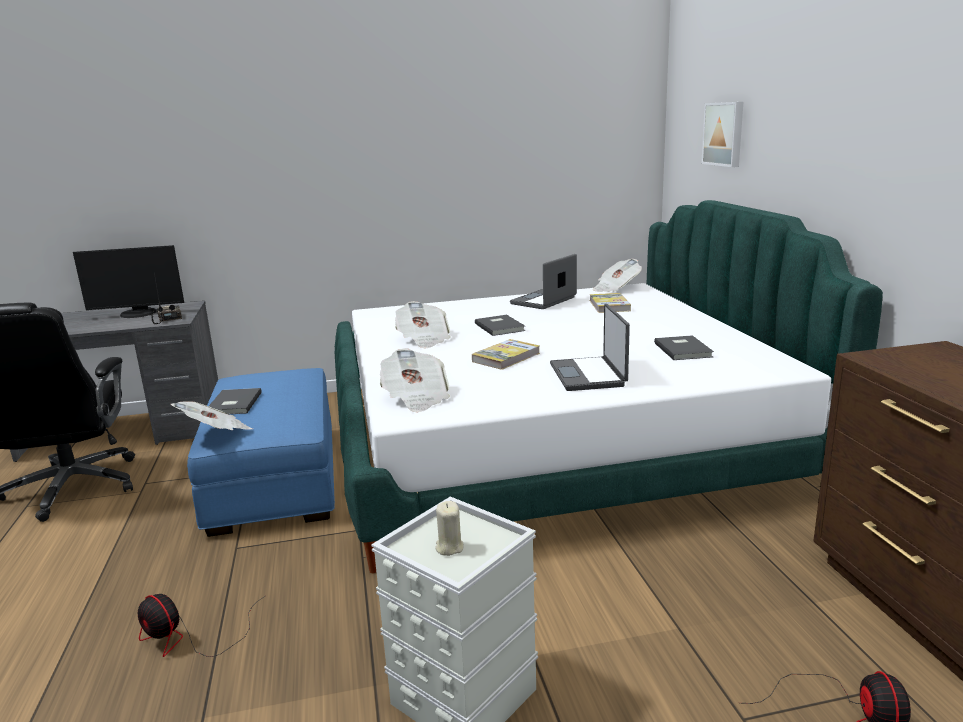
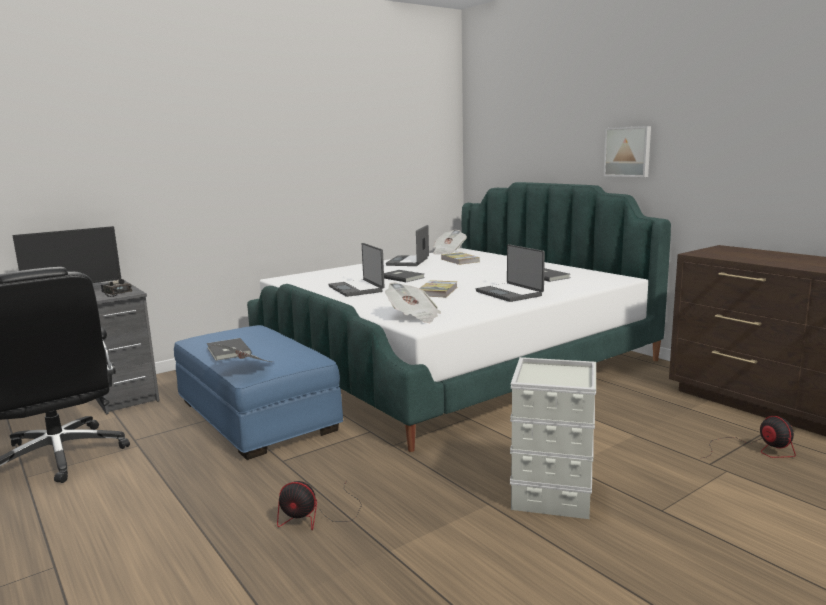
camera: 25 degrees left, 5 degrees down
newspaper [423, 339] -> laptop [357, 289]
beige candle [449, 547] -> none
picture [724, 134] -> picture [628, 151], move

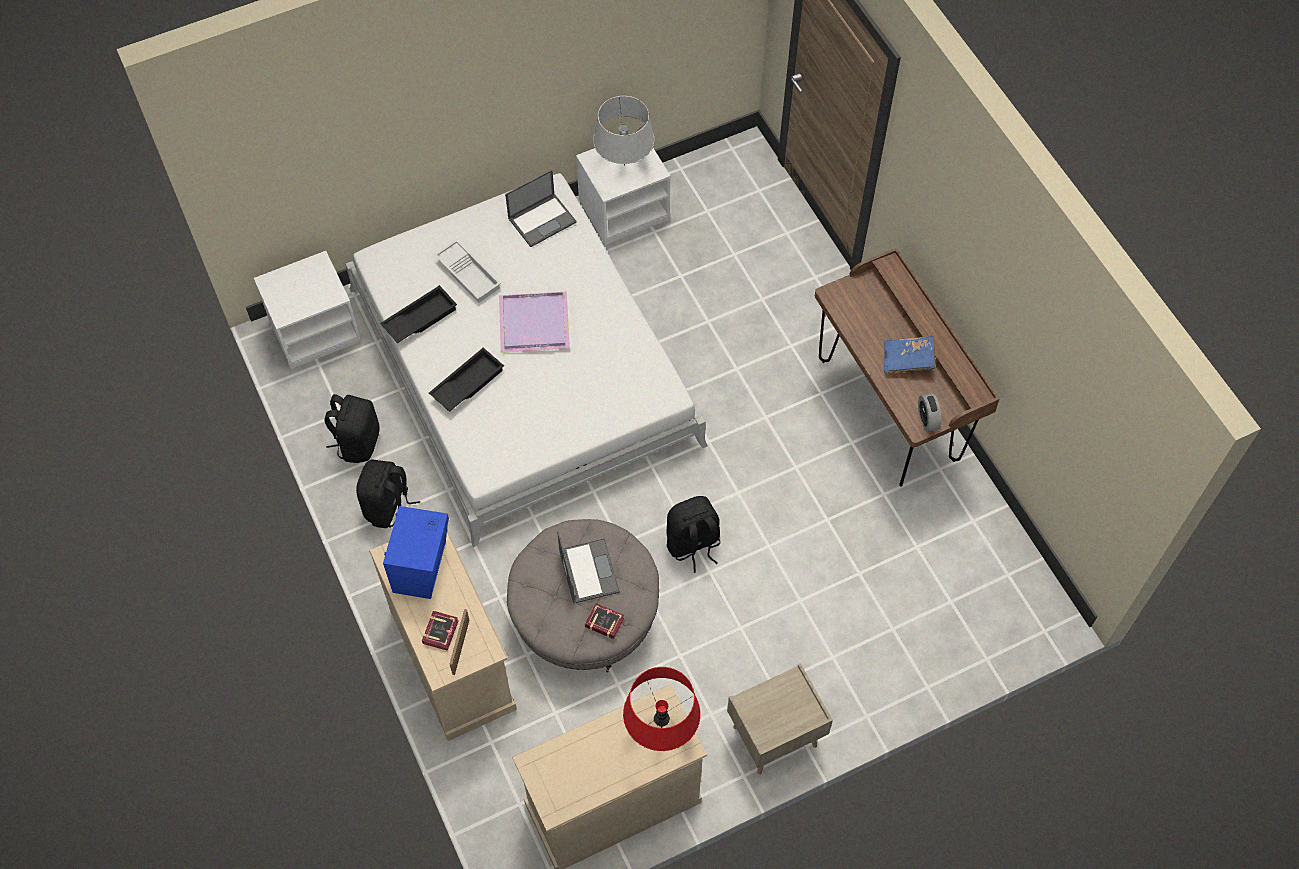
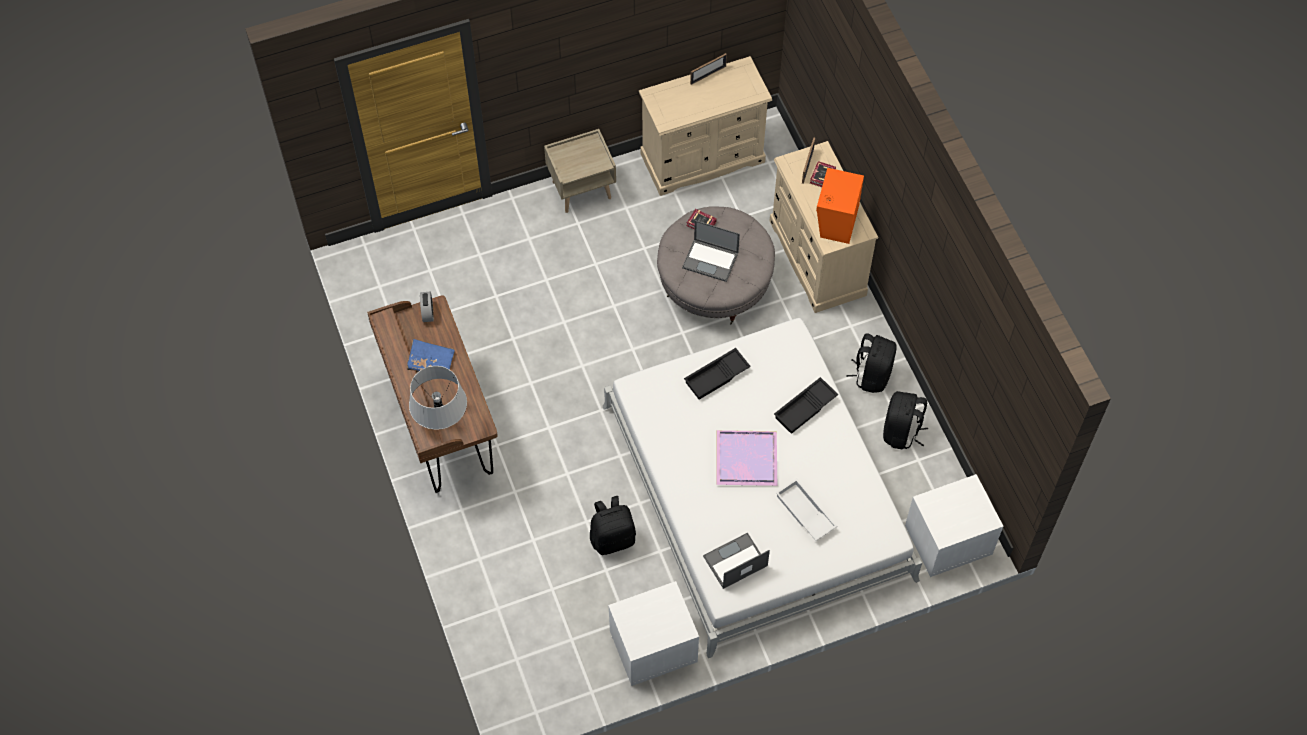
camera: 175 degrees left, 0 degrees up
black tray [419, 318] -> black tray [717, 377], move
blue speaker [423, 567] -> orange speaker [836, 221]
laptop [588, 570] -> laptop [711, 260], 60 degrees counterclockwise
grey table lamp [624, 165] -> grey table lamp [441, 421], move
red table lamp [661, 730] -> none
black backpack [693, 545] -> black backpack [613, 538], move
none -> picture frame [708, 75]

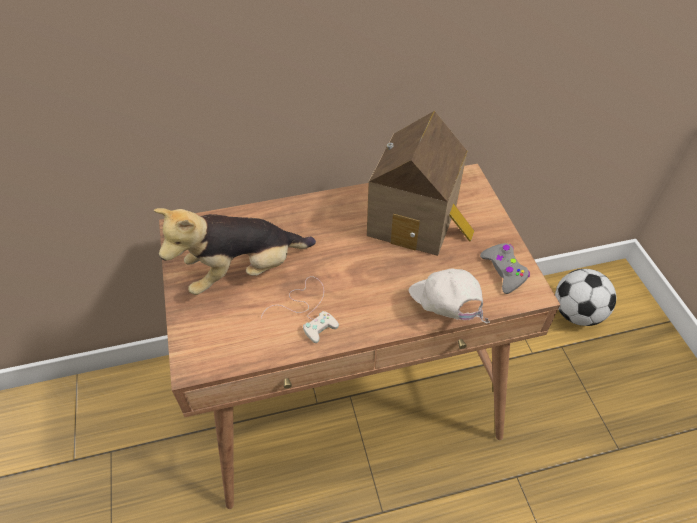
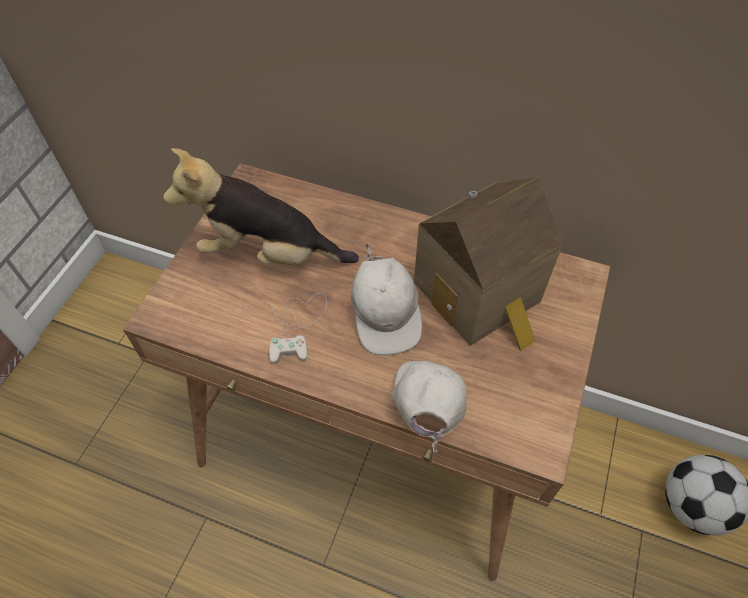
camera: 35 degrees right, 5 degrees up
grey game controller [504, 271] -> none
none -> white cap [385, 316]

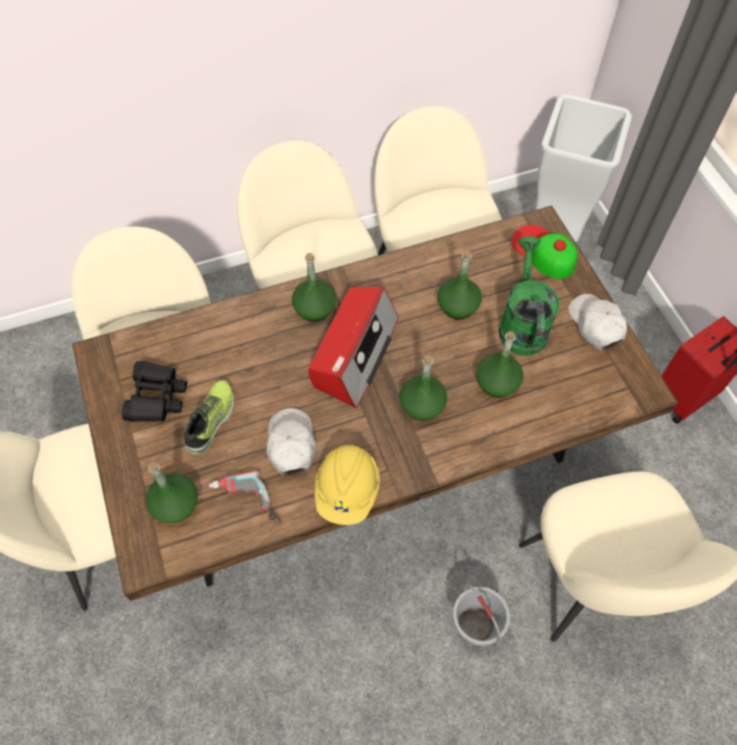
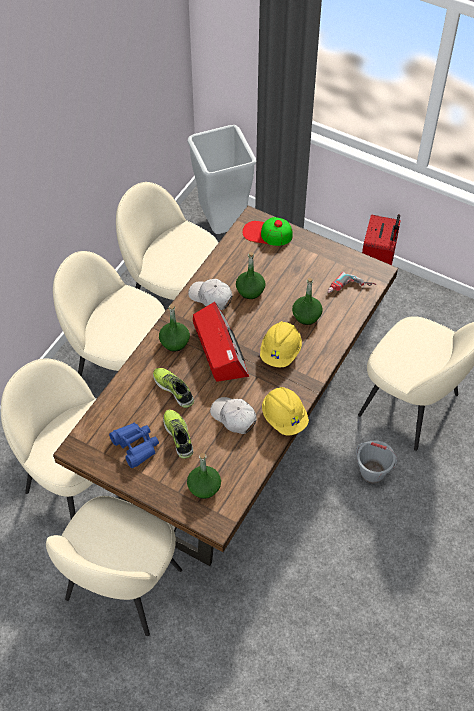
camera: 40 degrees left, 5 degrees down
black binoculars [156, 397] -> blue binoculars [136, 446]
power drill [244, 504] -> power drill [350, 289], move
green bottle [422, 405] -> yellow hard hat [280, 352]
green watering can [522, 323] -> none
white cap [595, 325] -> white cap [211, 297], move
none -> shoe [174, 389]

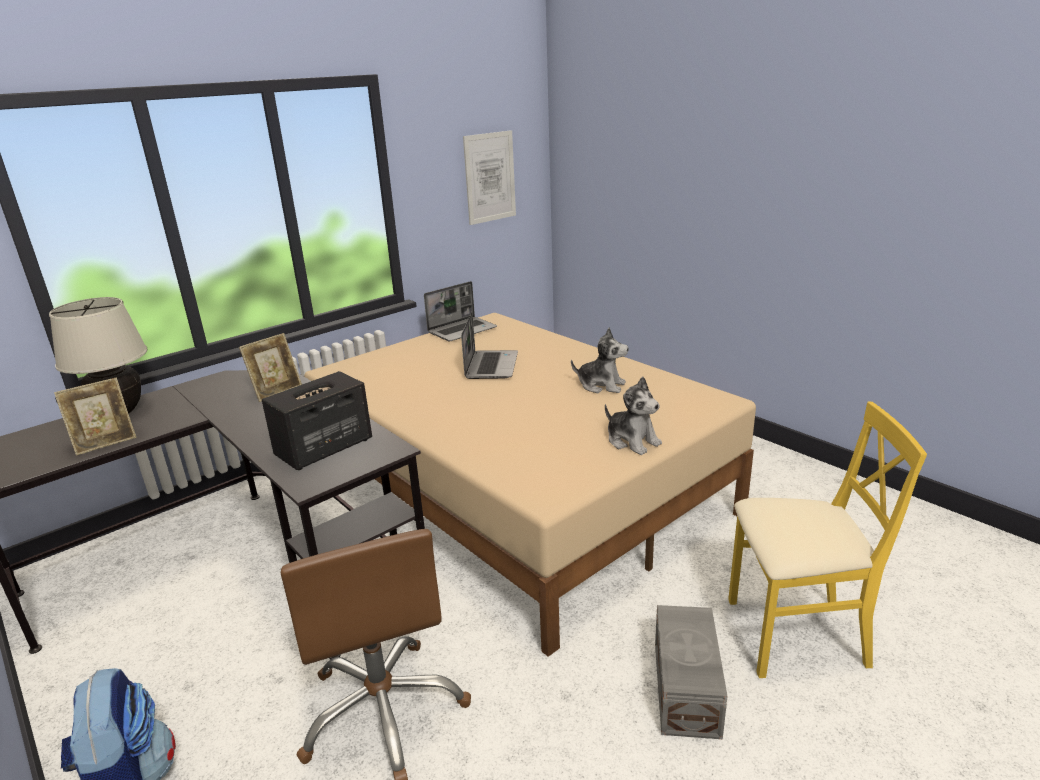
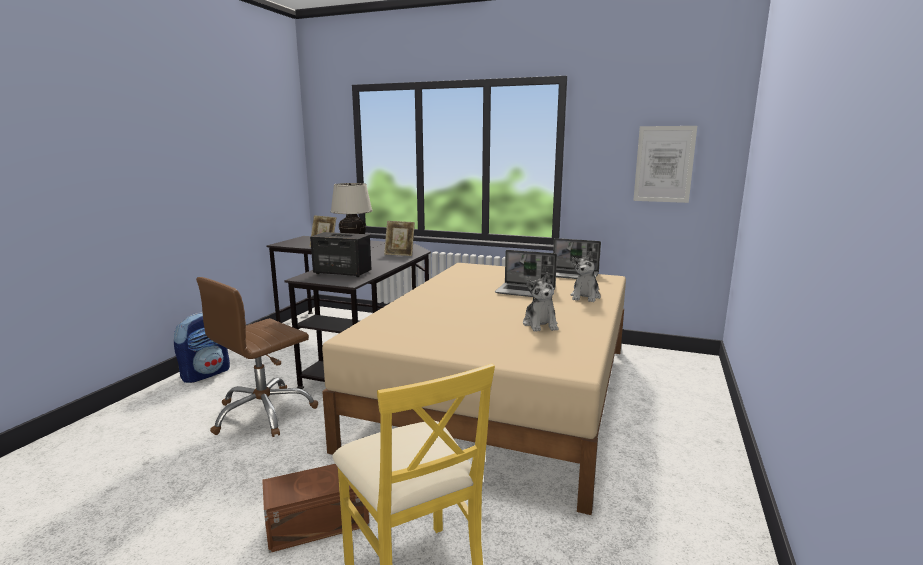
camera: 60 degrees right, 10 degrees down
laptop [491, 365] -> laptop [526, 292], 45 degrees clockwise
plush toy [632, 441] -> plush toy [585, 297], move
grey storage box [684, 689] -> brown storage box [316, 522]

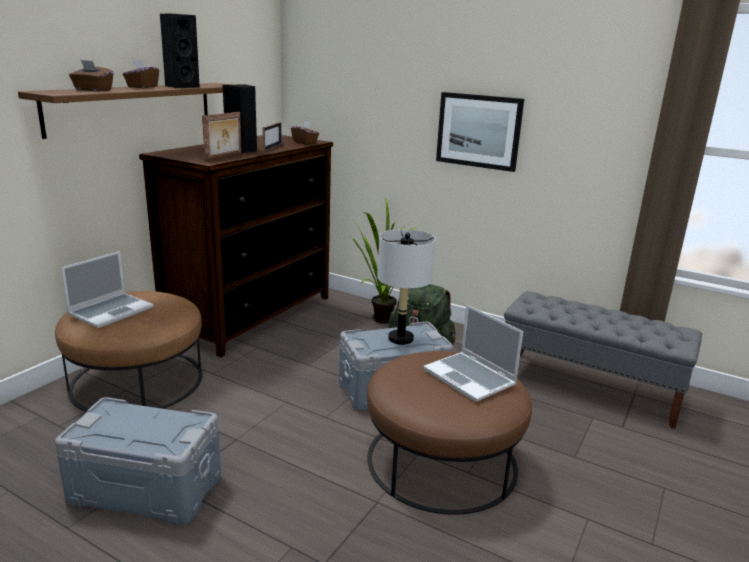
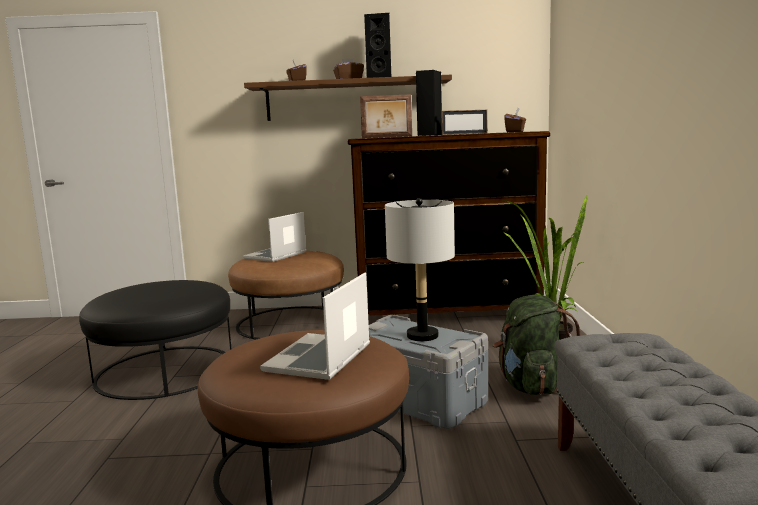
camera: 60 degrees right, 10 degrees down
grey storage box [147, 487] -> black ottoman [165, 370]
laptop [111, 311] -> laptop [275, 256], 120 degrees clockwise
picture [478, 131] -> none

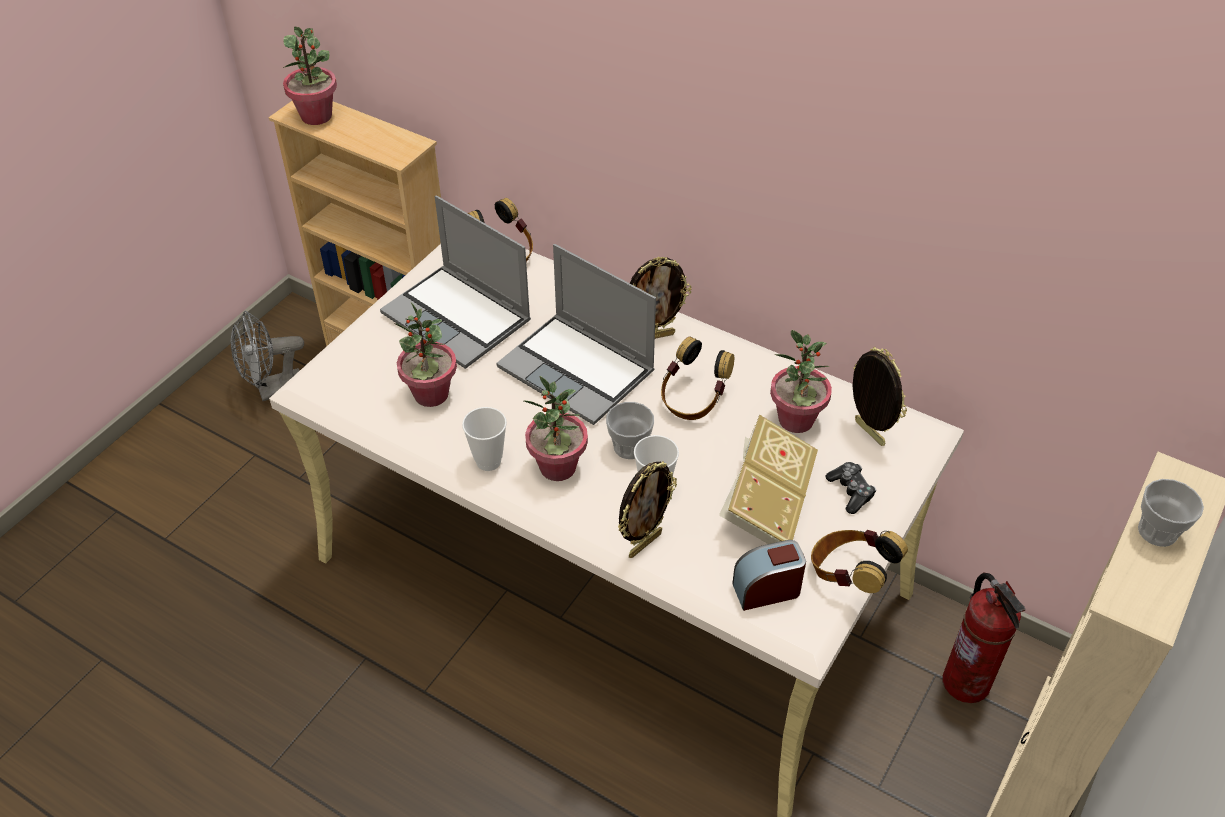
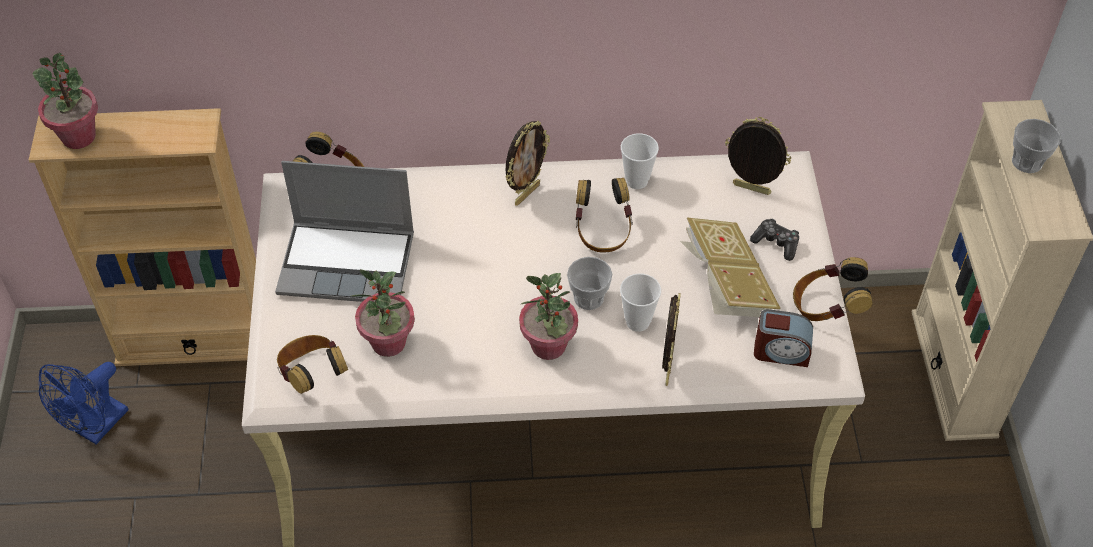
camera: 35 degrees left, 5 degrees up
grey fan [273, 390] -> blue fan [97, 428]
cup [488, 461] -> cup [637, 181], move
laptop [579, 370] -> none
alarm clock [767, 589] -> alarm clock [781, 351], 120 degrees counterclockwise
potted plant [796, 420] -> none
fire extinguisher [967, 682] -> none
none -> headphones [312, 375]

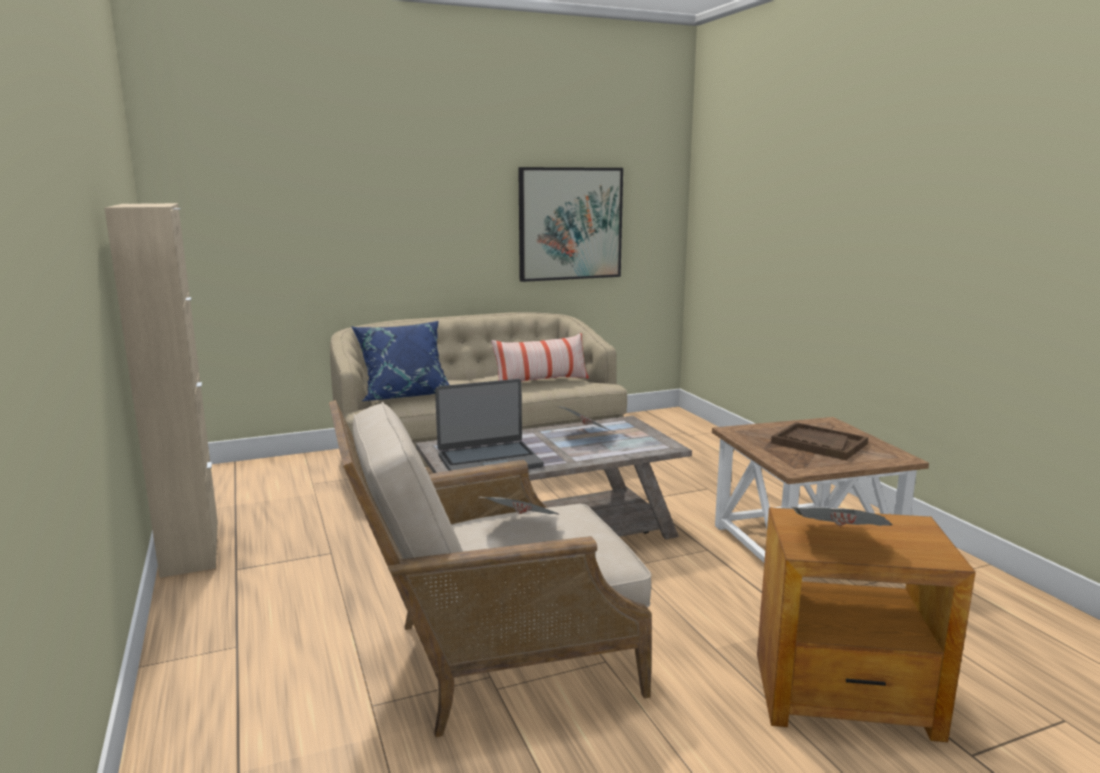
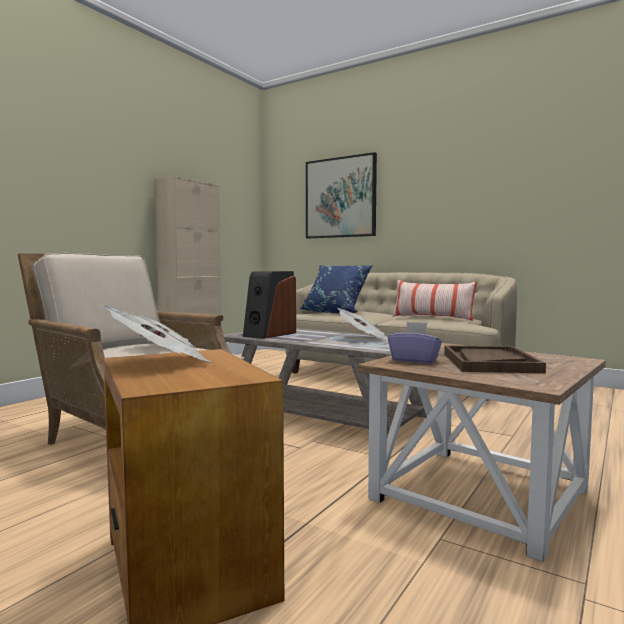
camera: 55 degrees right, 10 degrees down
laptop [489, 461] -> speaker [269, 334]
picture [570, 224] -> picture [340, 197], move
none -> purple tissue box [414, 360]

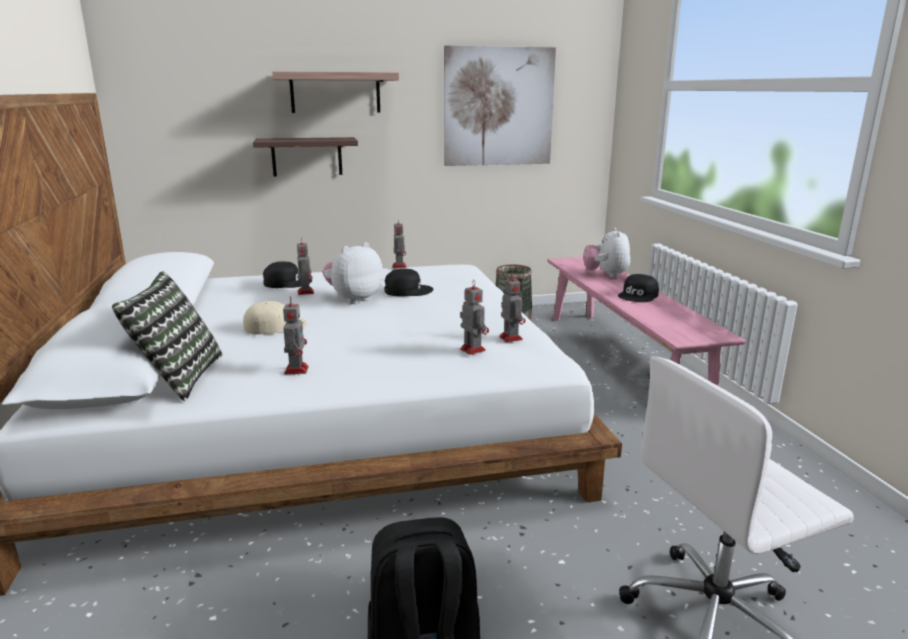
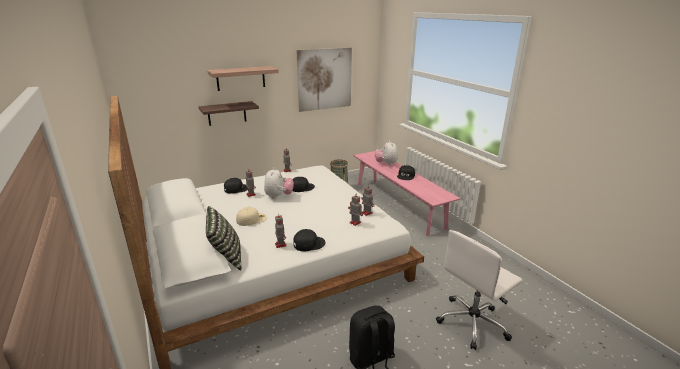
camera: 15 degrees left, 5 degrees up
plush toy [353, 299] -> plush toy [278, 196], 150 degrees clockwise
none -> black cap [308, 243]

